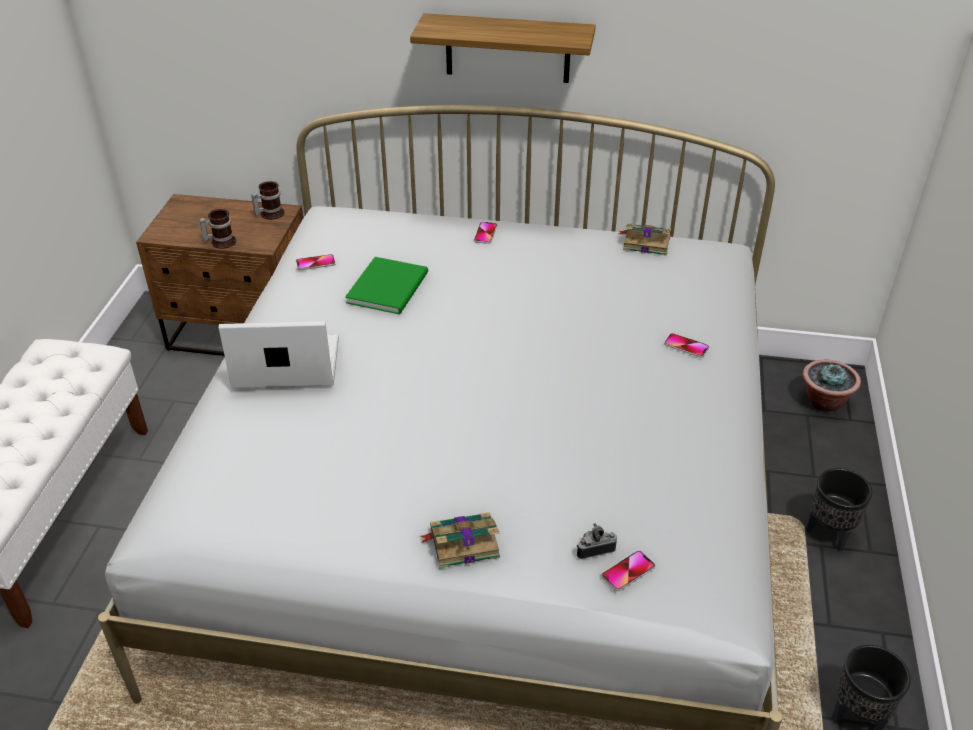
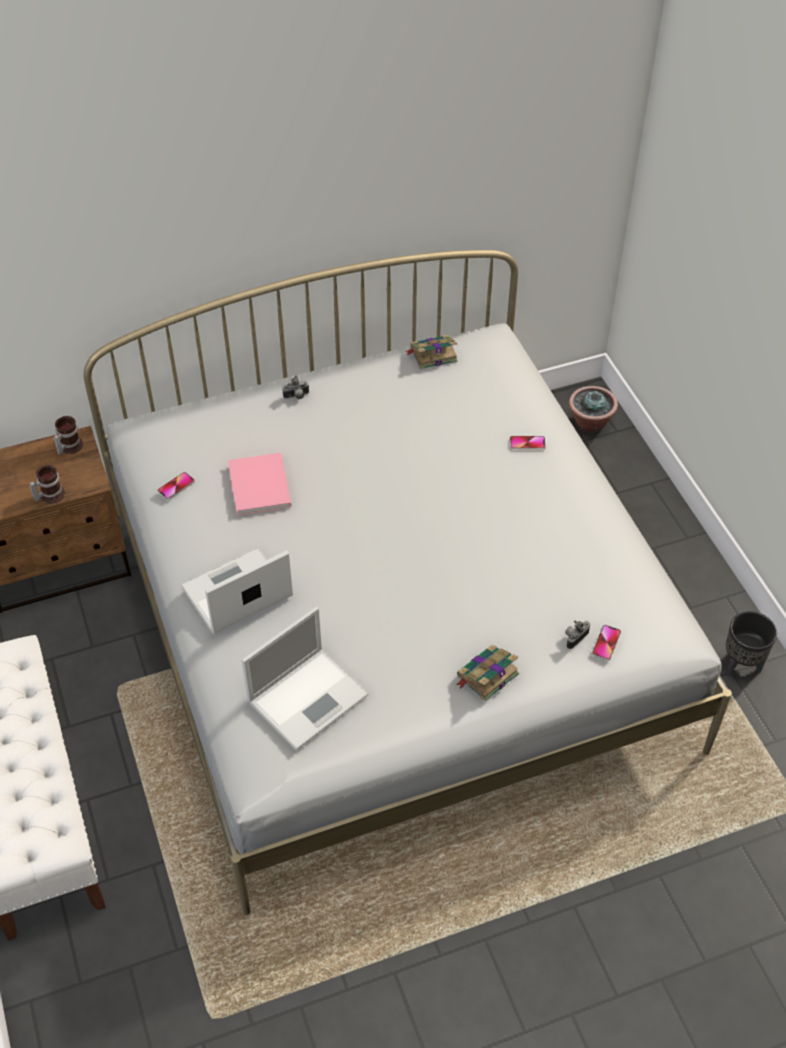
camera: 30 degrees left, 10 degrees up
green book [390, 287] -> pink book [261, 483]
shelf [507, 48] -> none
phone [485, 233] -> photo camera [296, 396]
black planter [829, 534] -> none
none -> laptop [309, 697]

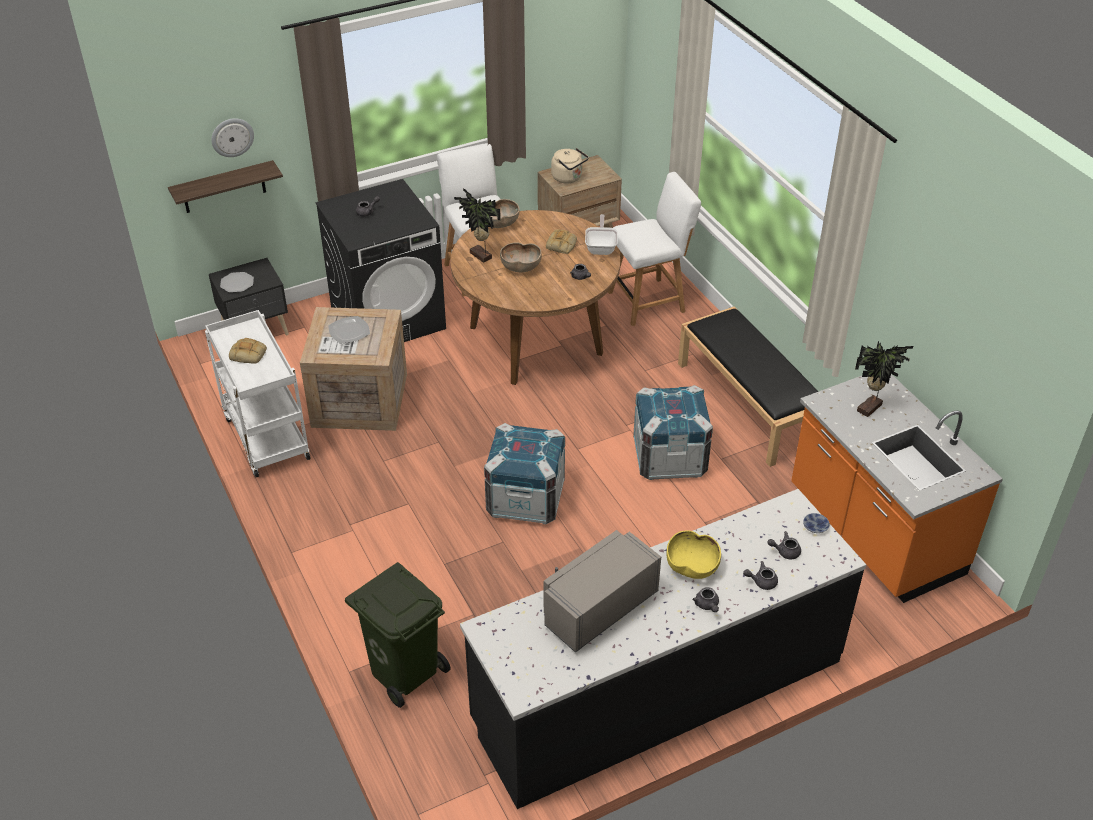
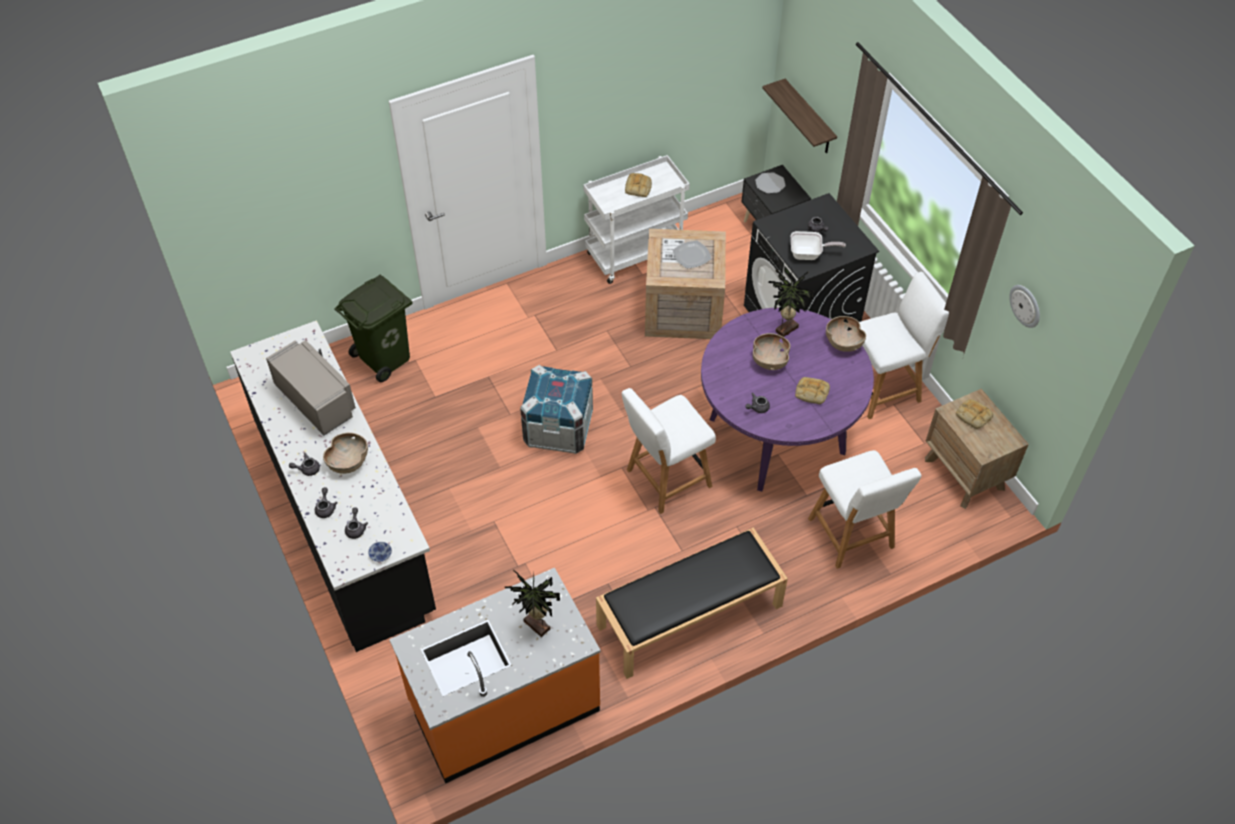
camera: 90 degrees right, 10 degrees up
wall clock [232, 137] -> wall clock [1025, 305], move
brown dining table [535, 340] -> purple dining table [777, 435]
beige kettle [568, 178] -> bread [972, 416]
frying pan [601, 247] -> frying pan [809, 254], move
crate [669, 458] -> none
yellow bowl [692, 566] -> brown bowl [348, 462]
none -> white chair [665, 480]

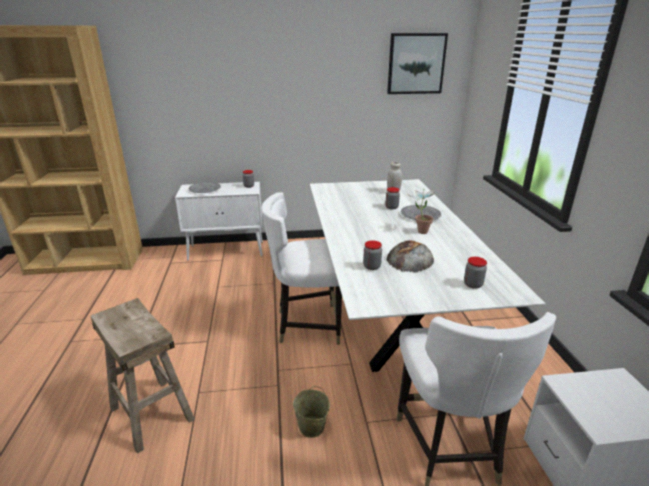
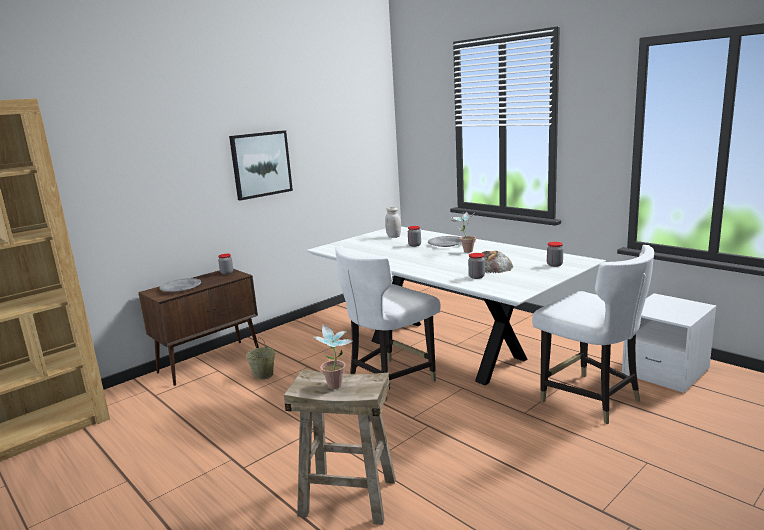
camera: 35 degrees left, 10 degrees down
white cabinet [227, 251] -> brown cabinet [210, 362]
beige bucket [312, 427] -> beige bucket [263, 375], move
picture [416, 64] -> picture [261, 164], move
none -> potted plant [337, 387]

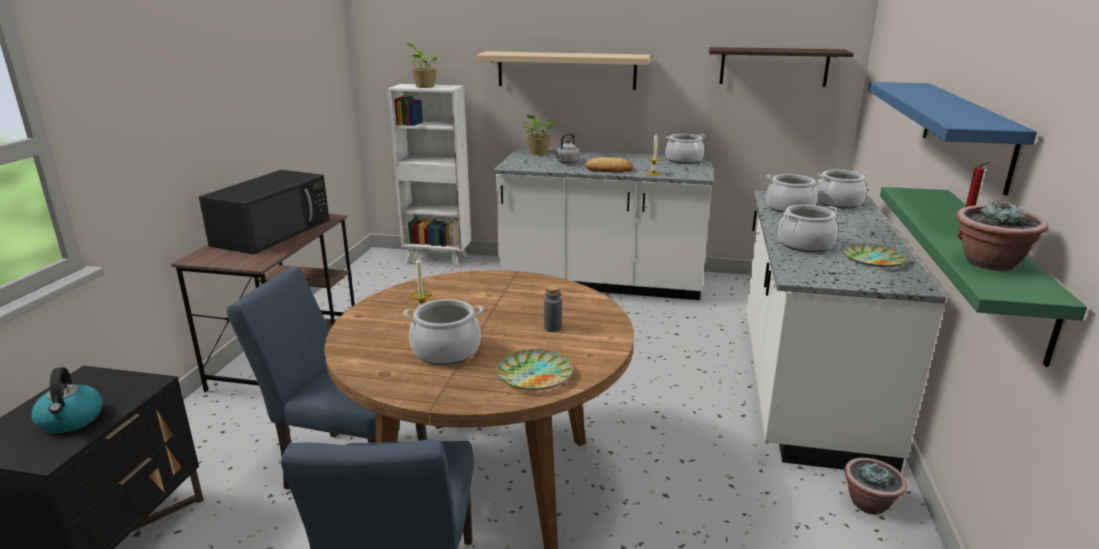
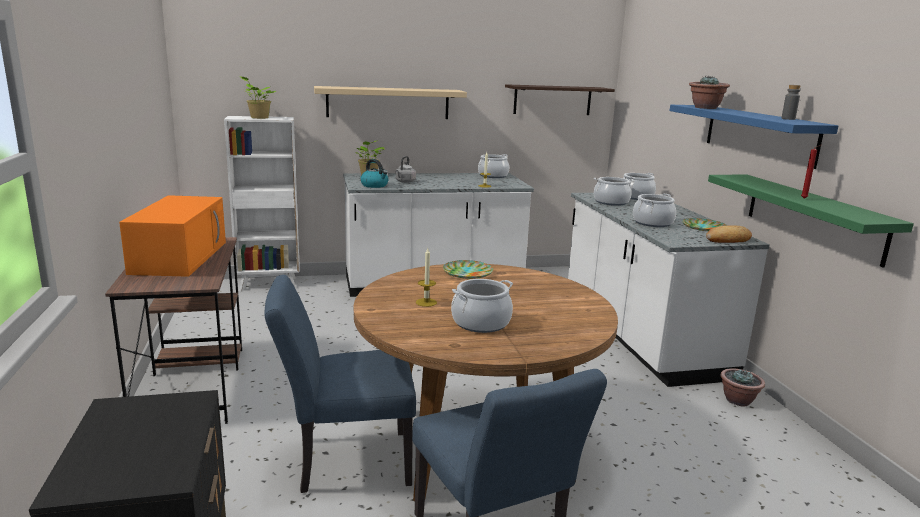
camera: 25 degrees left, 5 degrees down
kettle [71, 420] -> kettle [375, 185], move
black microwave [273, 232] -> orange microwave [180, 256]
plate [534, 374] -> plate [467, 273], move
grey bottle [553, 328] -> grey bottle [788, 119], move
bread [609, 170] -> bread [728, 239], move
potted plant [989, 263] -> potted plant [705, 108], move

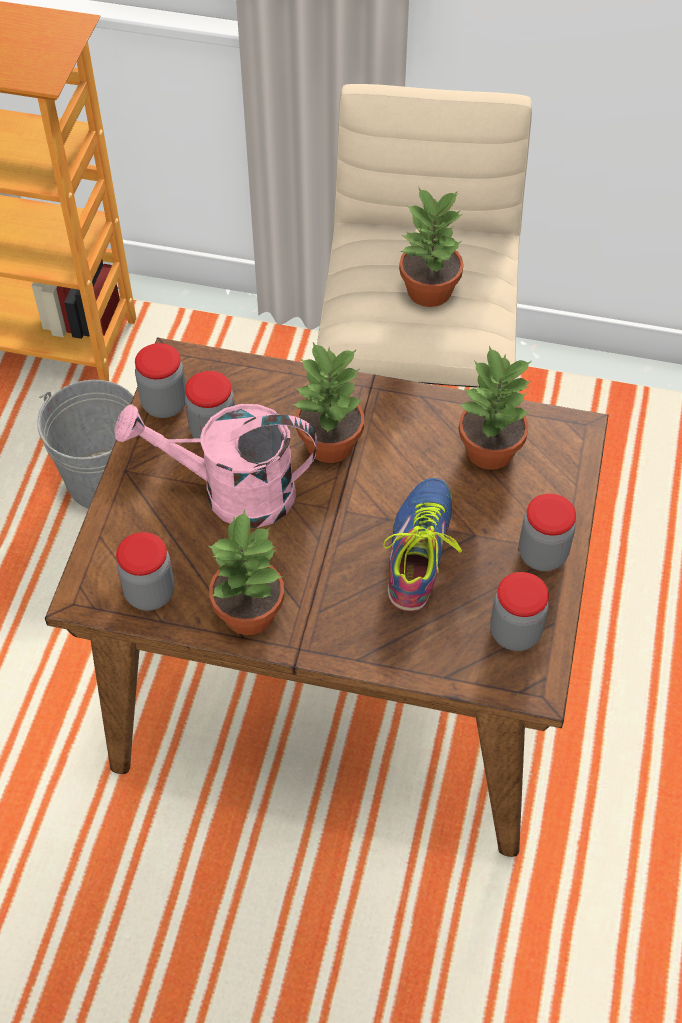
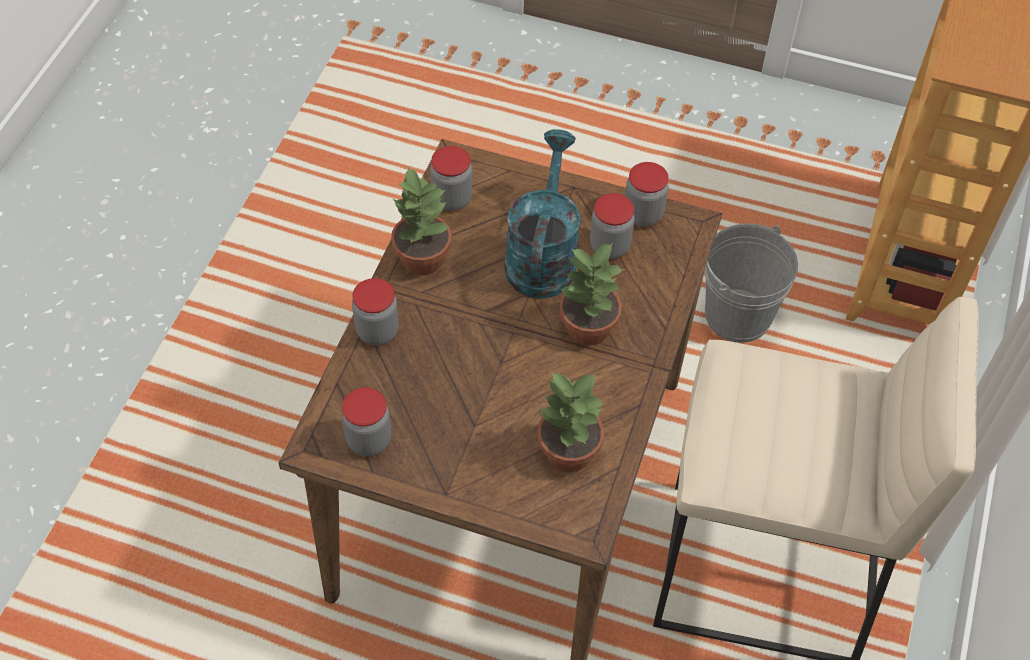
camera: 95 degrees right, 0 degrees up
pink watering can [232, 493] -> turquoise watering can [542, 255]
shoe [418, 550] -> none
potted plant [430, 291] -> none
jar [542, 554] -> jar [377, 331], move

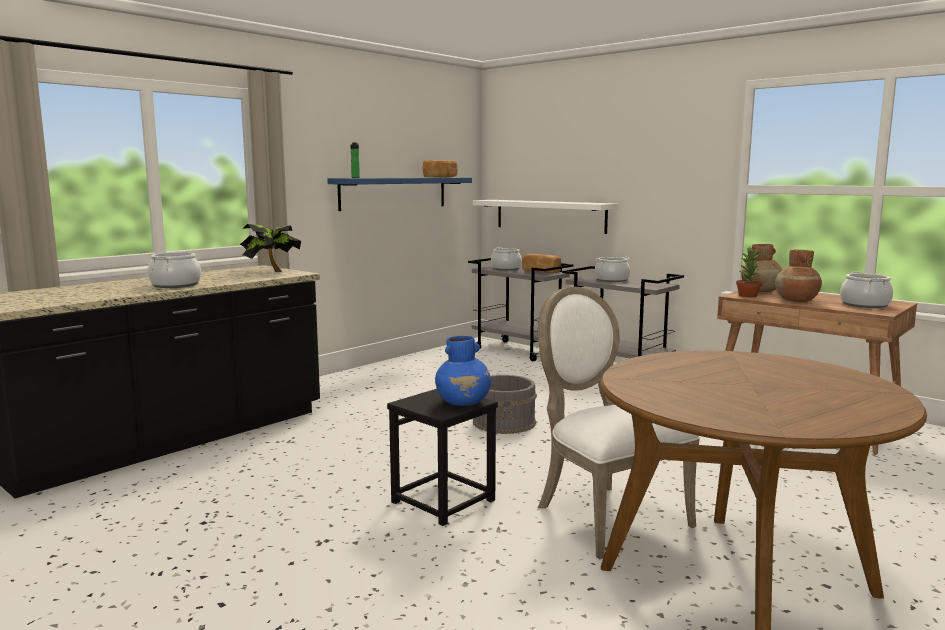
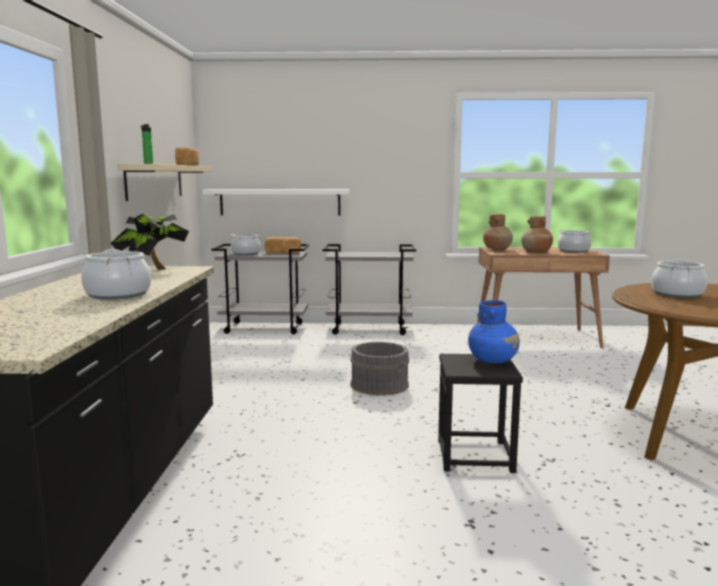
camera: 40 degrees left, 0 degrees up
blue shelf [394, 193] -> beige shelf [155, 181]
white chair [605, 515] -> none
cooking pot [611, 280] -> cooking pot [677, 294], move
potted plant [748, 295] -> none

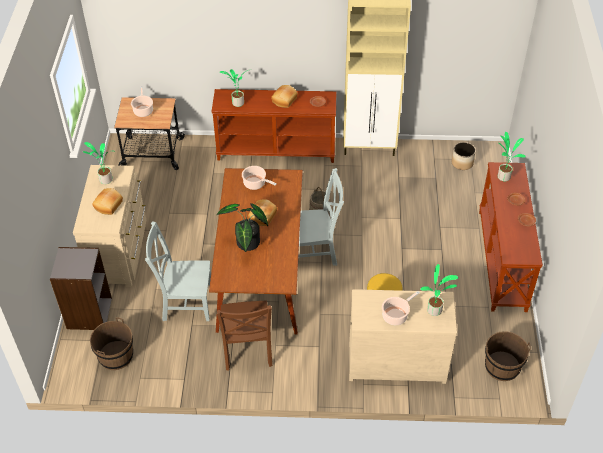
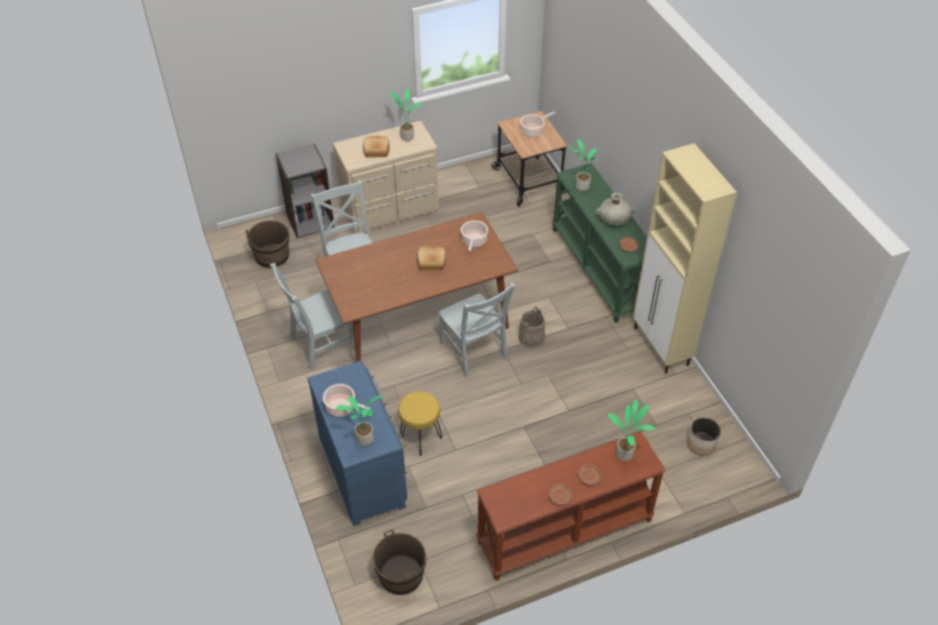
camera: 65 degrees right, 0 degrees up
brown console table [276, 150] -> green console table [600, 269]
potted plant [246, 244] -> none
brown chair [247, 350] -> grey chair [320, 344]
bread [285, 100] -> beige vase [614, 220]
beige dresser [396, 360] -> blue dresser [364, 470]

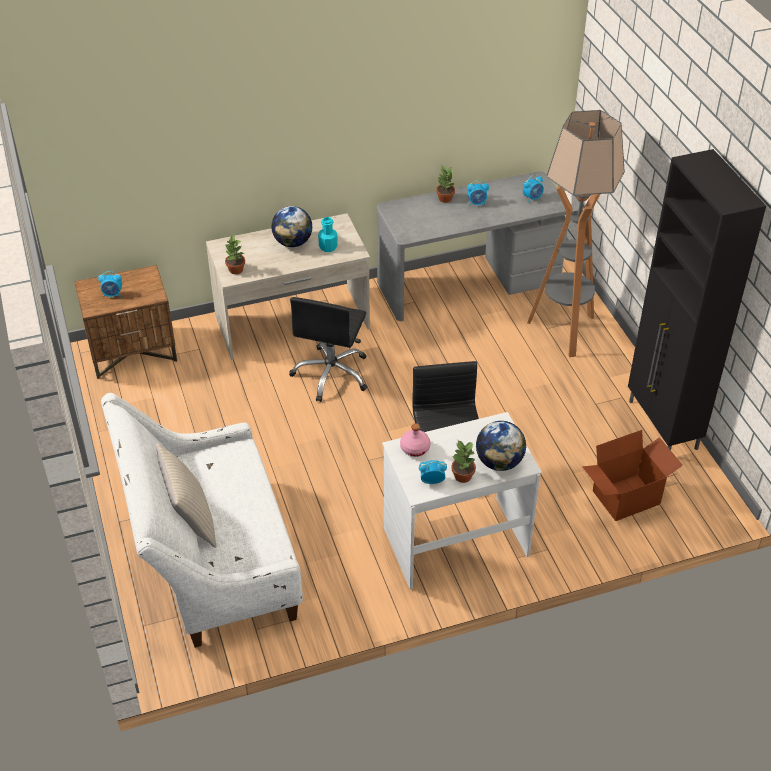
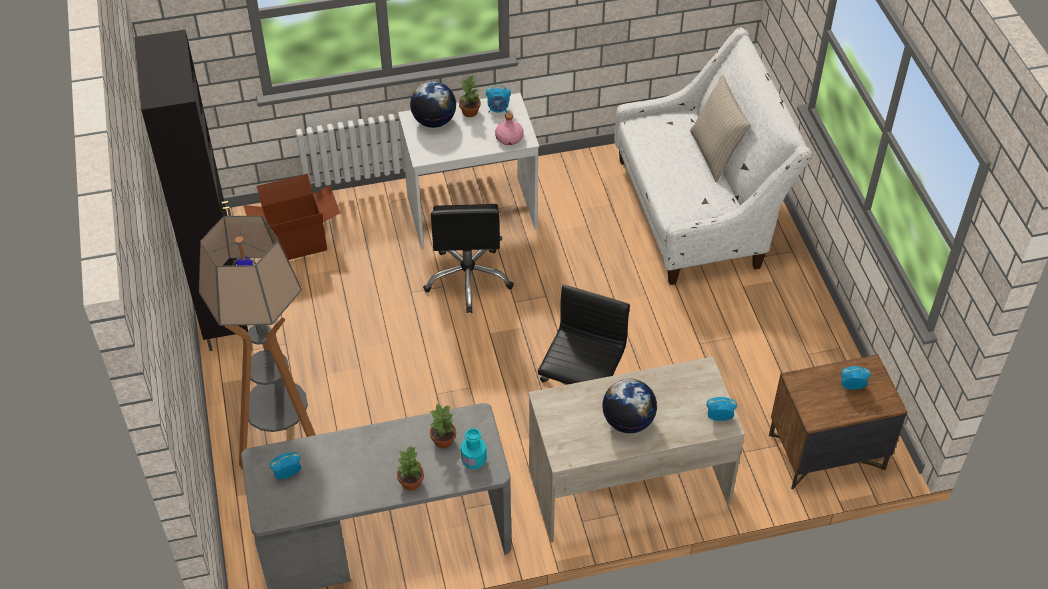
camera: 175 degrees left, 5 degrees up
potted plant [235, 270] -> potted plant [443, 440], move
turquoise bottle [328, 247] -> turquoise bottle [474, 460], move
alarm clock [477, 203] -> alarm clock [719, 417], move

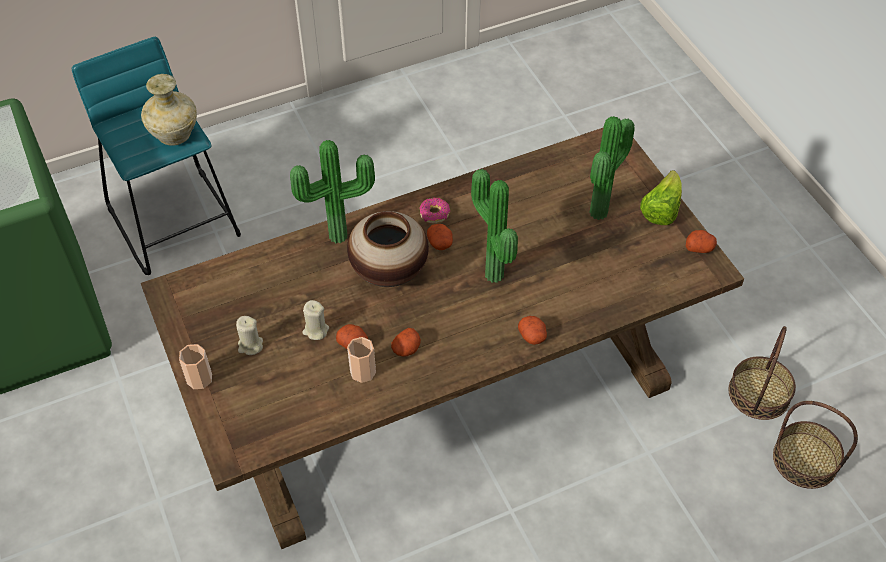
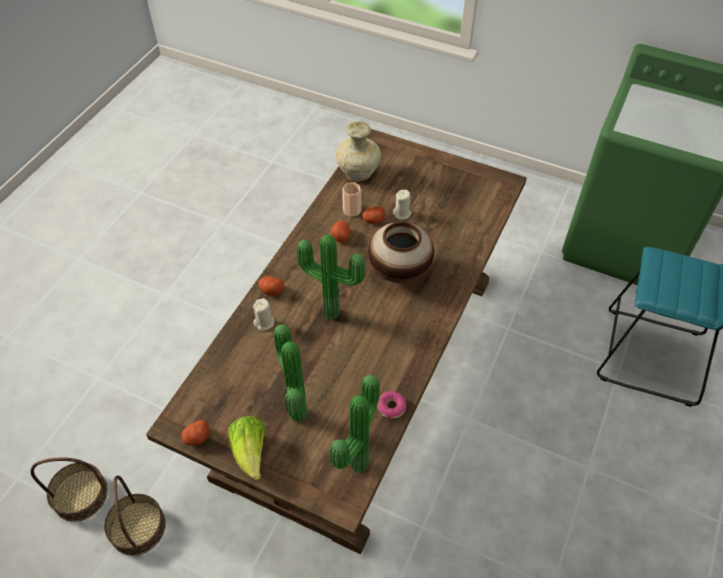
camera: 140 degrees right, 0 degrees up
beige vase [174, 135] -> beige vase [359, 173], move
cup [199, 378] -> none
beige candle [250, 345] -> beige candle [264, 322], move
potted plant [340, 238] -> potted plant [356, 463], move
donut [434, 214] -> donut [391, 407], move
potato [440, 243] -> none

